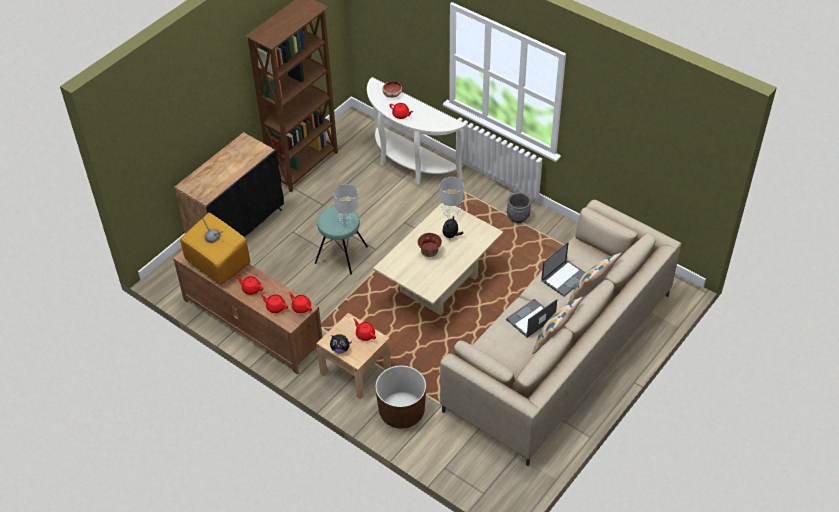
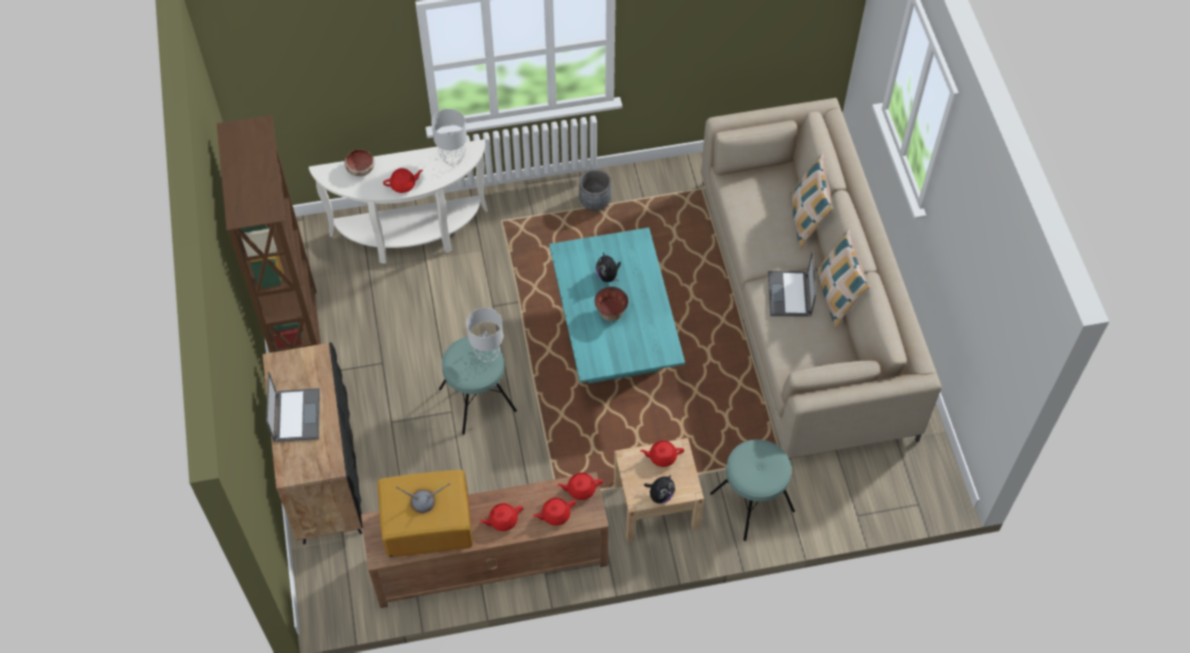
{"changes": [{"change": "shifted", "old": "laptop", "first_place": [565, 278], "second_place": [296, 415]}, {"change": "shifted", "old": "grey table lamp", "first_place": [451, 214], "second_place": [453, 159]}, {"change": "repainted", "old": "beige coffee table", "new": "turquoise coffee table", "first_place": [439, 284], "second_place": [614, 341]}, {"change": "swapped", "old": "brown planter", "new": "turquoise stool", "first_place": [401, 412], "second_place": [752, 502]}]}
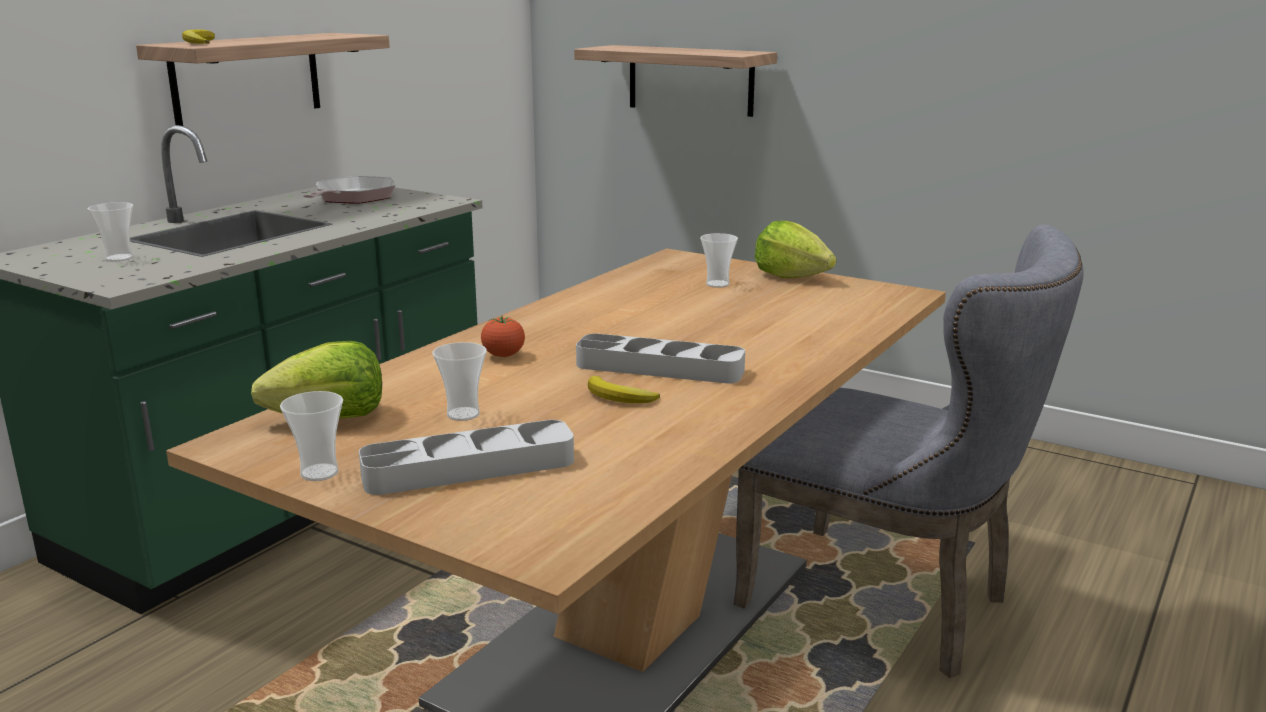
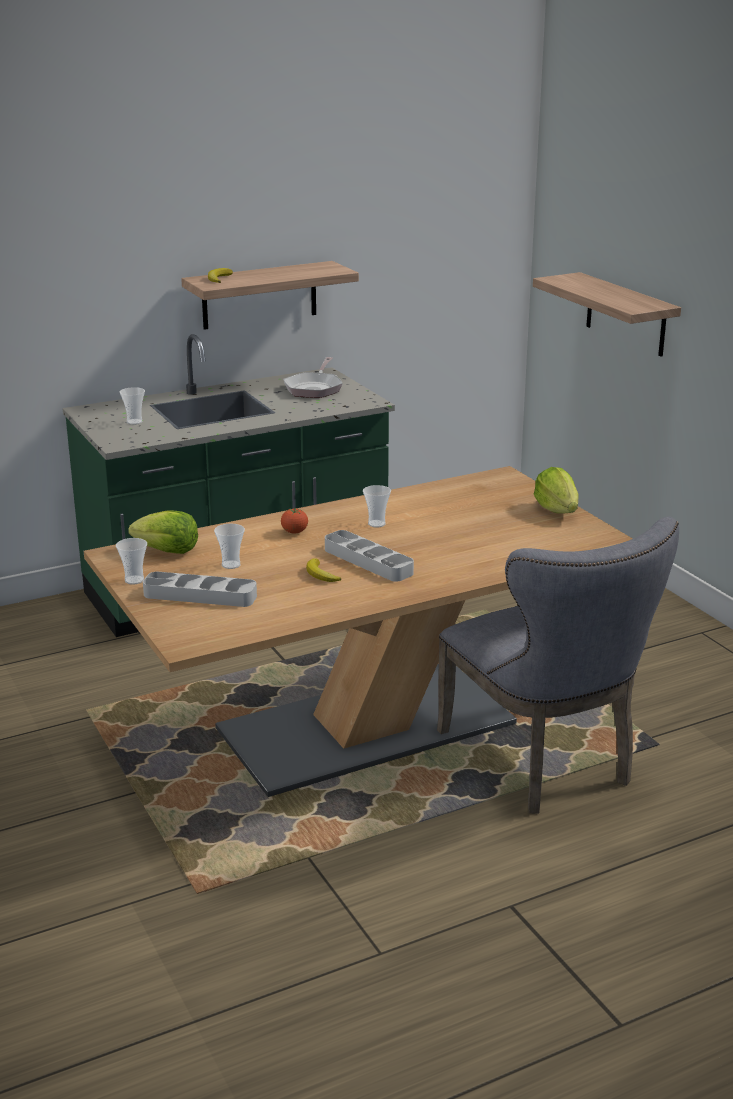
{"changes": [{"change": "rotated", "old": "frying pan", "first_place": [352, 198], "second_place": [314, 388], "degrees": 150}, {"change": "shifted", "old": "cup", "first_place": [717, 284], "second_place": [376, 524]}]}
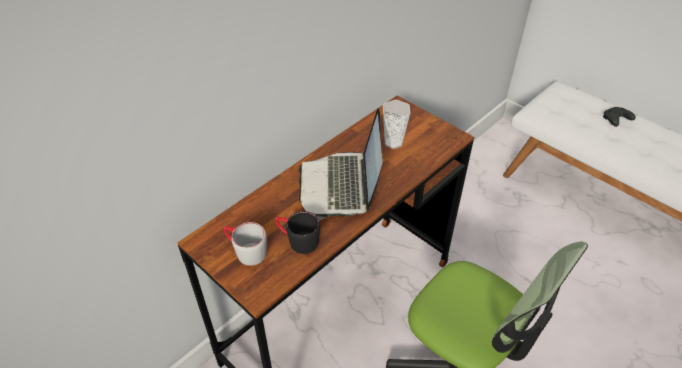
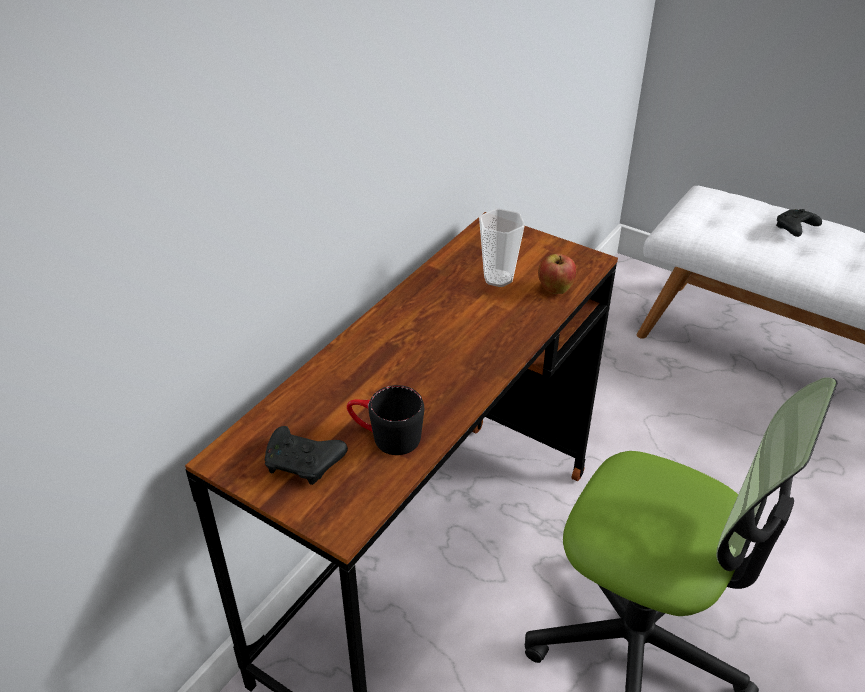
{"changes": [{"change": "swapped", "old": "grey mug", "new": "black game controller", "first_place": [245, 251], "second_place": [304, 464]}, {"change": "new", "new": "apple", "second_place": [555, 290]}, {"change": "gone", "old": "laptop", "first_place": [341, 186]}]}
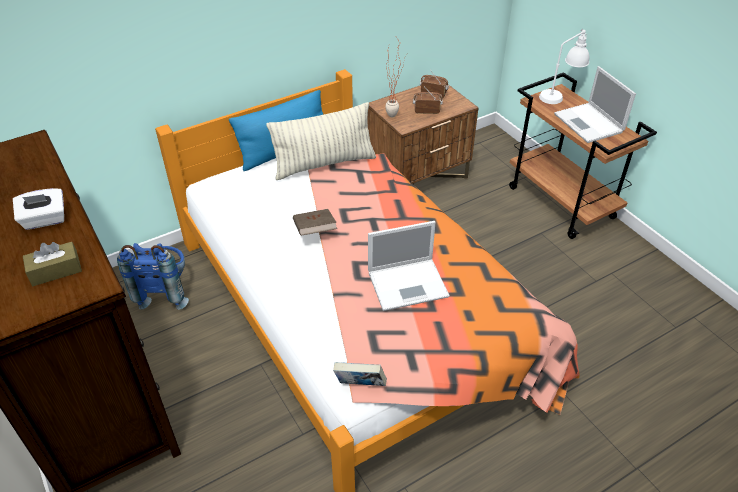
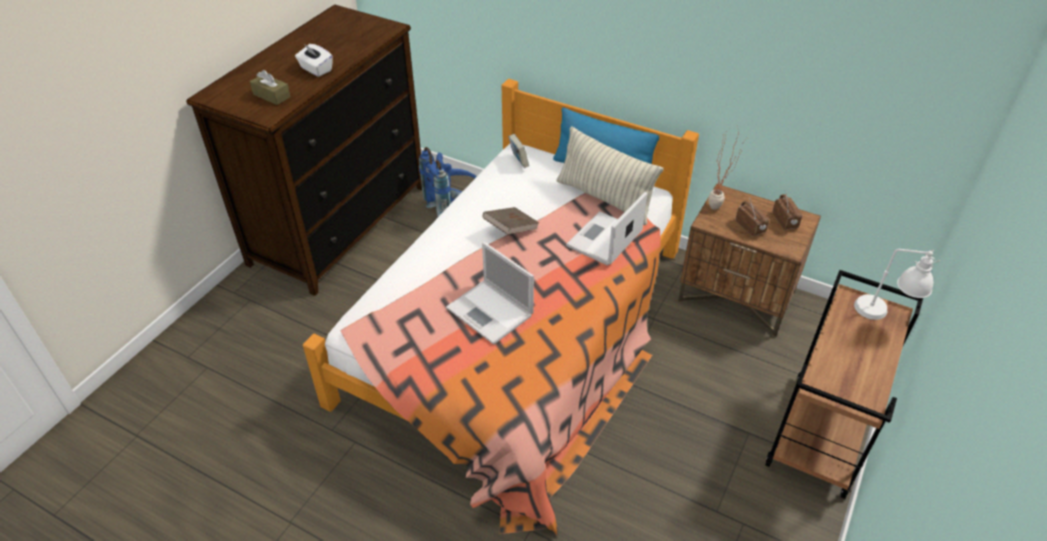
{"changes": [{"change": "shifted", "old": "book", "first_place": [360, 385], "second_place": [518, 162]}, {"change": "shifted", "old": "laptop", "first_place": [589, 124], "second_place": [604, 240]}]}
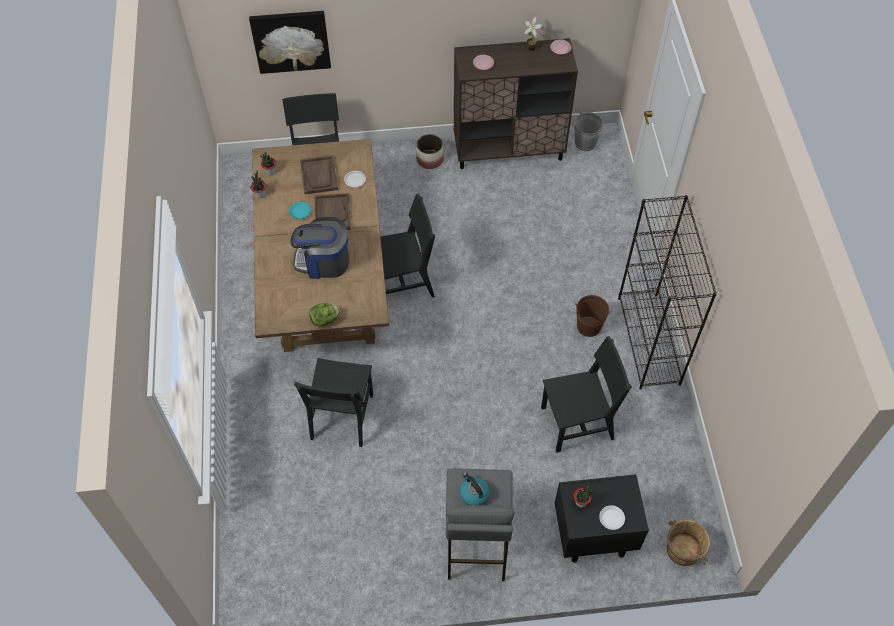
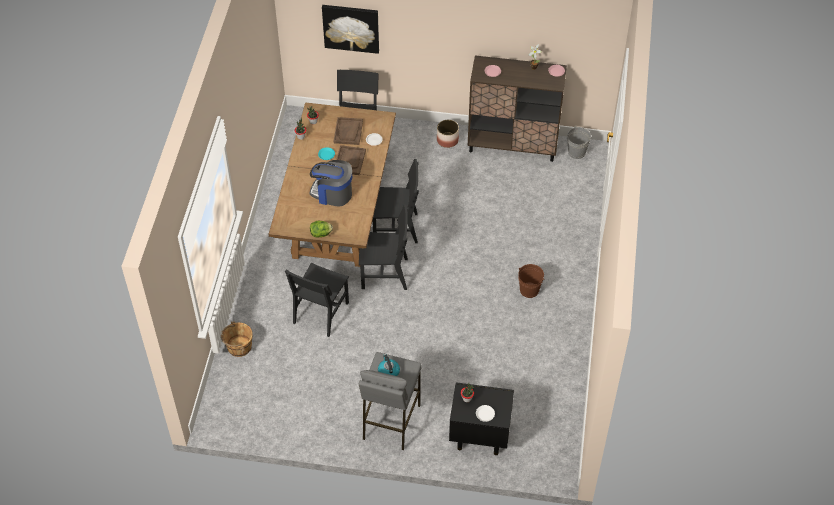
{"changes": [{"change": "shifted", "old": "brown bucket", "first_place": [682, 550], "second_place": [238, 347]}, {"change": "shifted", "old": "black chair", "first_place": [577, 423], "second_place": [384, 274]}, {"change": "gone", "old": "black bookcase", "first_place": [649, 341]}]}
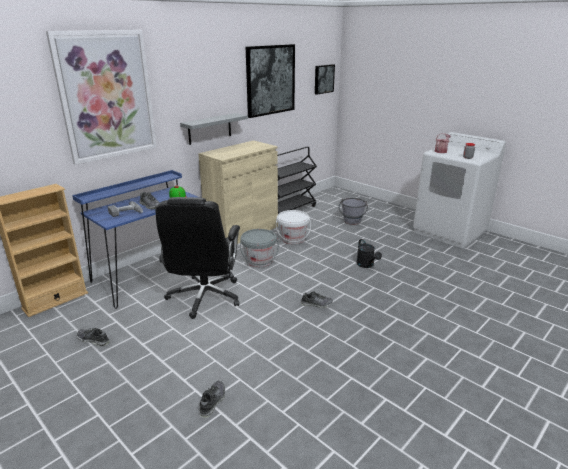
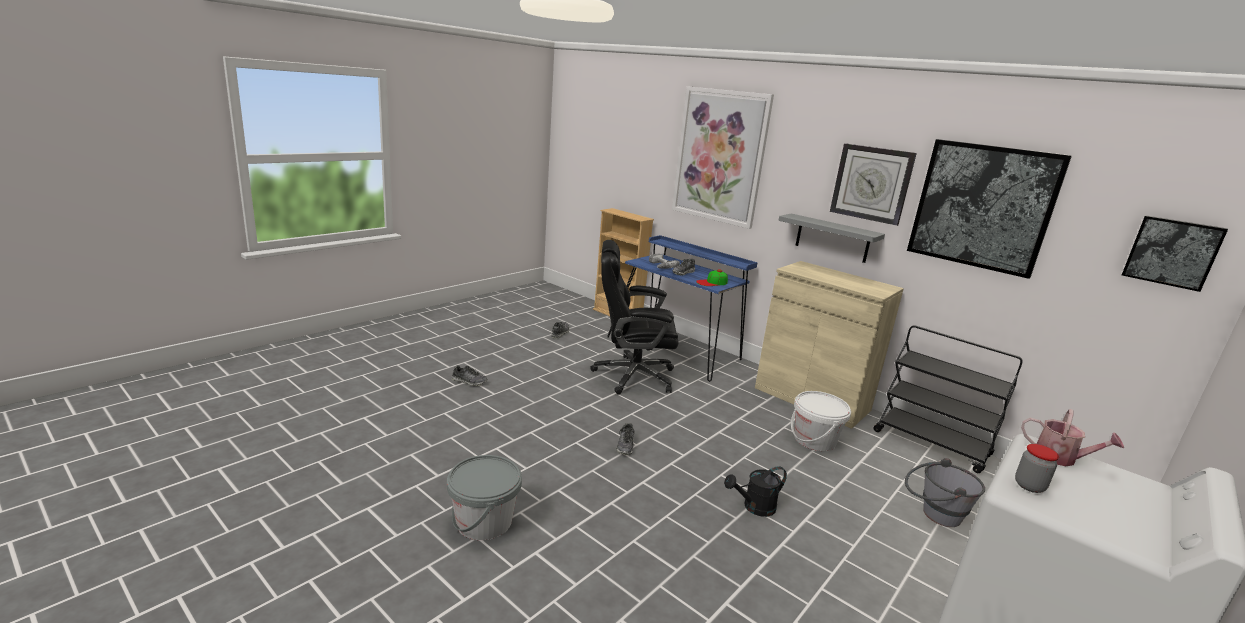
{"changes": [{"change": "shifted", "old": "grey bucket", "first_place": [259, 260], "second_place": [484, 521]}, {"change": "new", "new": "wall clock", "second_place": [871, 183]}]}
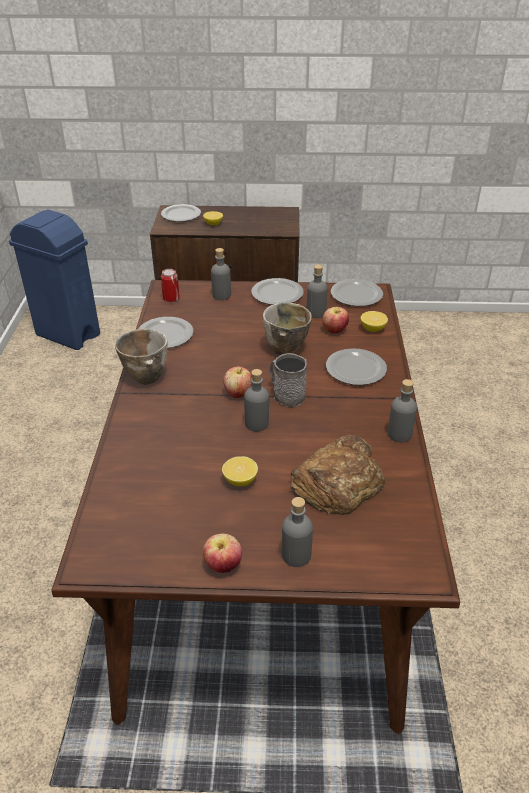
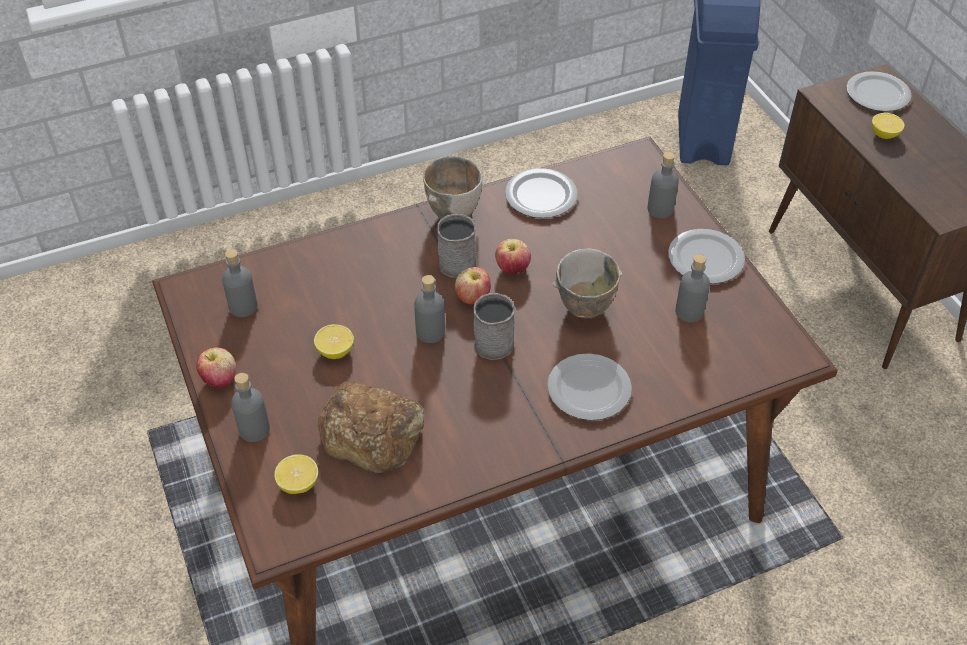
{"changes": [{"change": "shifted", "old": "grey bottle", "first_place": [399, 434], "second_place": [243, 306]}, {"change": "shifted", "old": "lemon", "first_place": [373, 329], "second_place": [298, 483]}, {"change": "new", "new": "grey mug", "second_place": [460, 260]}, {"change": "shifted", "old": "apple", "first_place": [334, 330], "second_place": [512, 269]}, {"change": "gone", "old": "can", "first_place": [171, 299]}, {"change": "gone", "old": "plate", "first_place": [357, 295]}]}
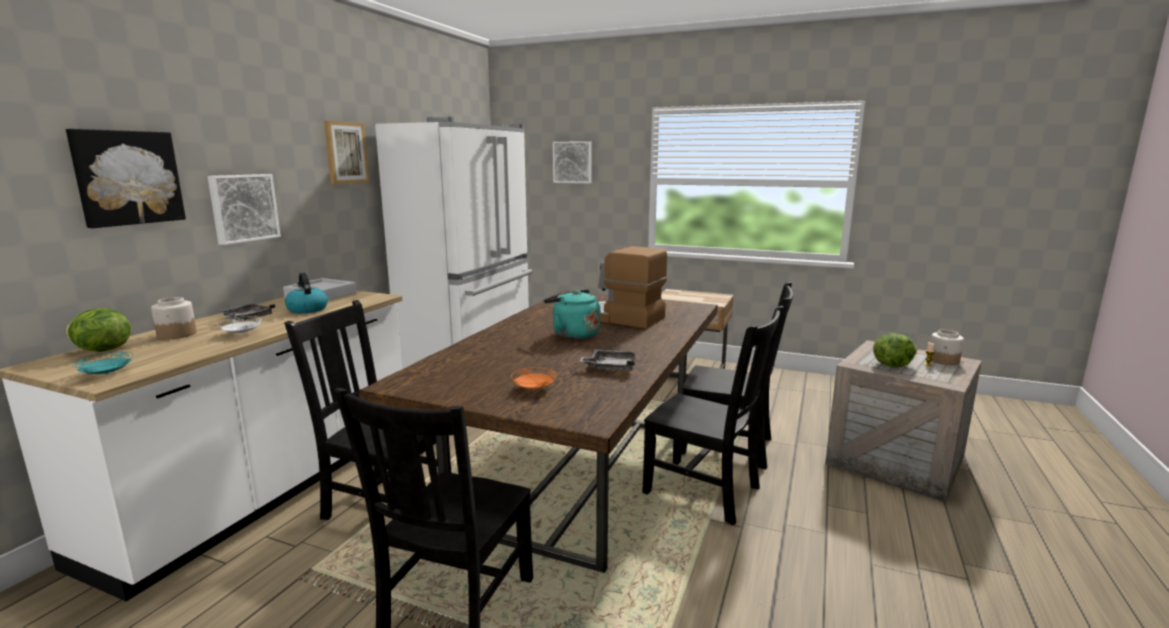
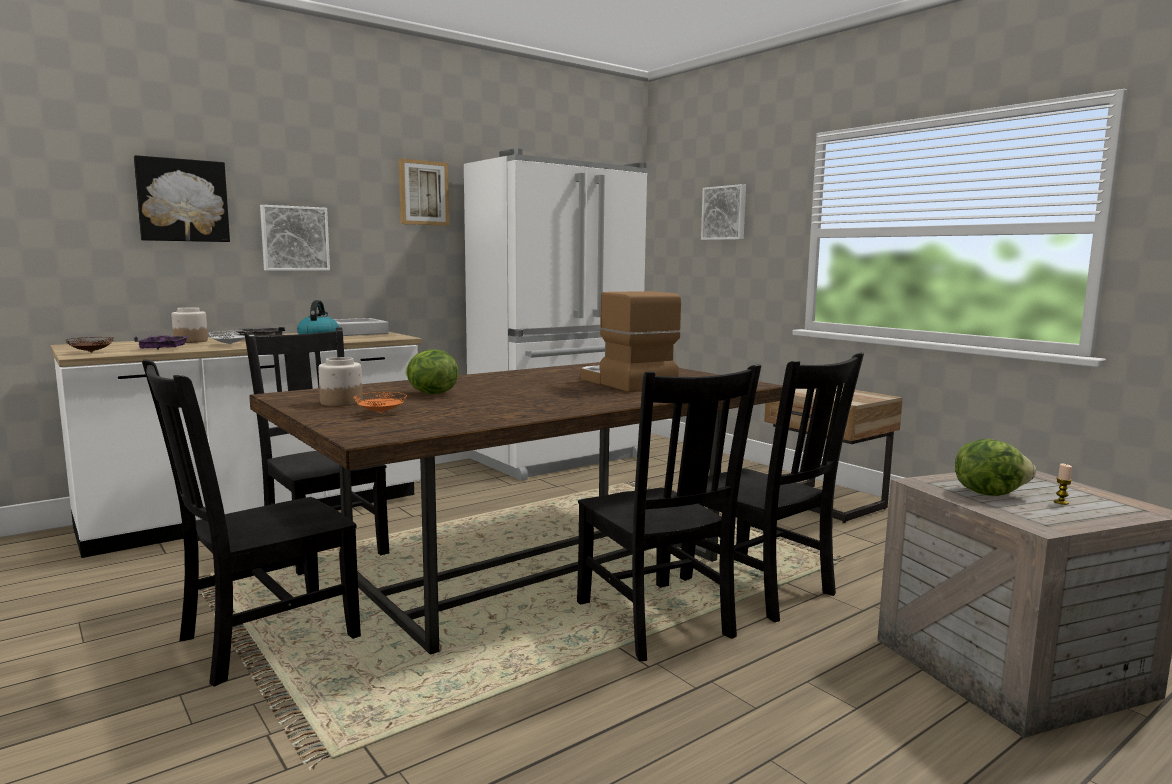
{"changes": [{"change": "repainted", "old": "turquoise plate", "new": "brown plate", "first_place": [107, 374], "second_place": [91, 352]}, {"change": "new", "new": "purple tray", "second_place": [164, 348]}, {"change": "shifted", "old": "jar", "first_place": [943, 360], "second_place": [341, 402]}, {"change": "shifted", "old": "lettuce", "first_place": [102, 351], "second_place": [431, 394]}, {"change": "gone", "old": "turquoise kettle", "first_place": [573, 334]}, {"change": "gone", "old": "grey tray", "first_place": [610, 367]}]}
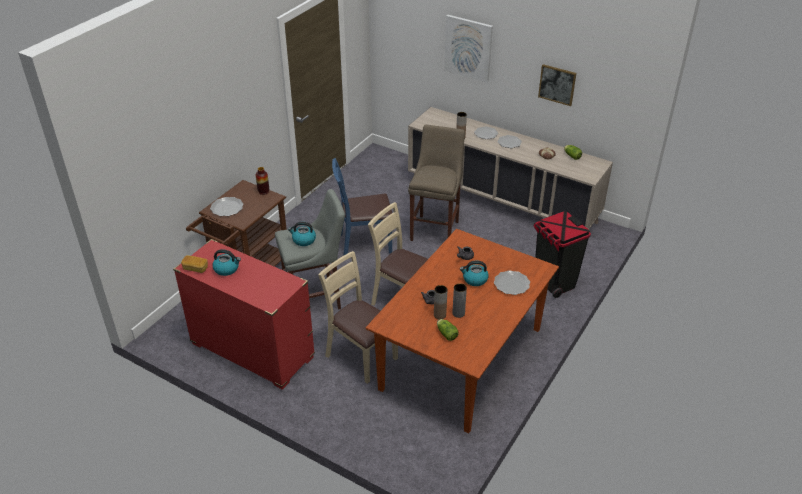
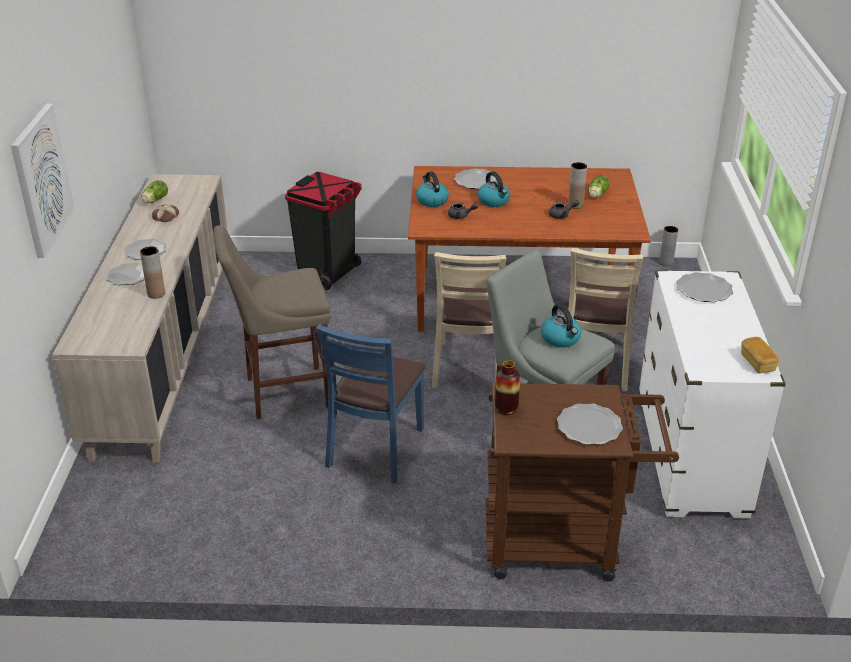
{"changes": [{"change": "rotated", "old": "blue chair", "first_place": [364, 244], "second_place": [376, 448], "degrees": 60}, {"change": "shifted", "old": "kettle", "first_place": [227, 269], "second_place": [431, 200]}, {"change": "repainted", "old": "red dresser", "new": "white dresser", "first_place": [252, 351], "second_place": [691, 455]}, {"change": "shifted", "old": "grey vase", "first_place": [458, 313], "second_place": [666, 263]}, {"change": "new", "new": "plate", "second_place": [704, 290]}, {"change": "gone", "old": "picture", "first_place": [557, 84]}]}
